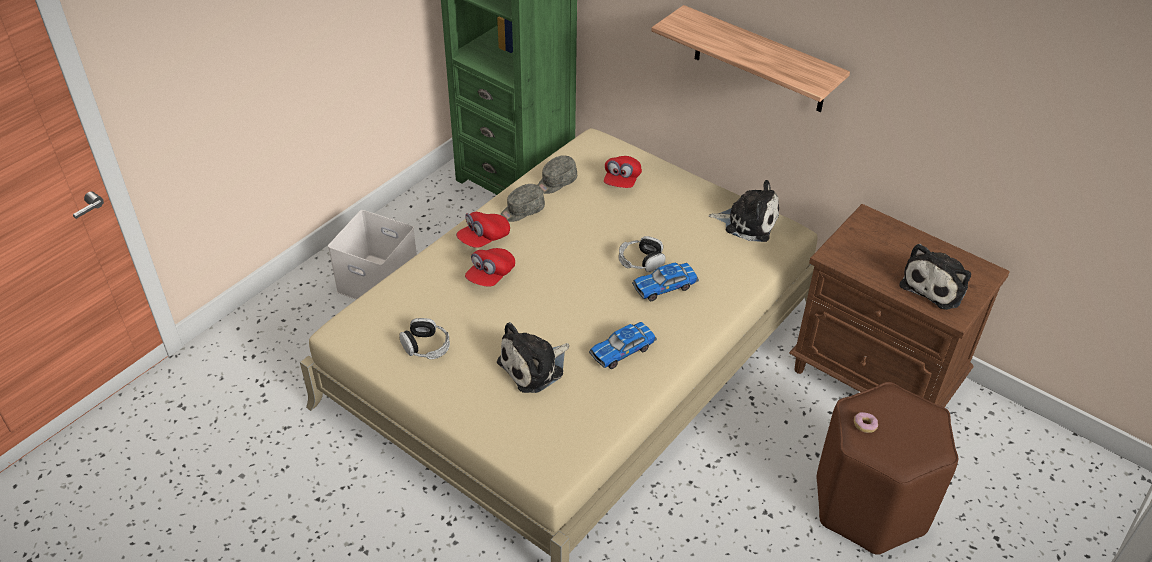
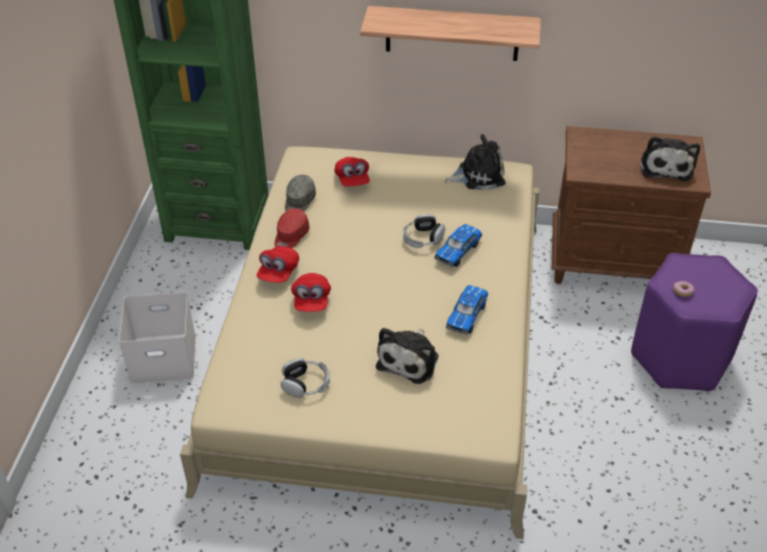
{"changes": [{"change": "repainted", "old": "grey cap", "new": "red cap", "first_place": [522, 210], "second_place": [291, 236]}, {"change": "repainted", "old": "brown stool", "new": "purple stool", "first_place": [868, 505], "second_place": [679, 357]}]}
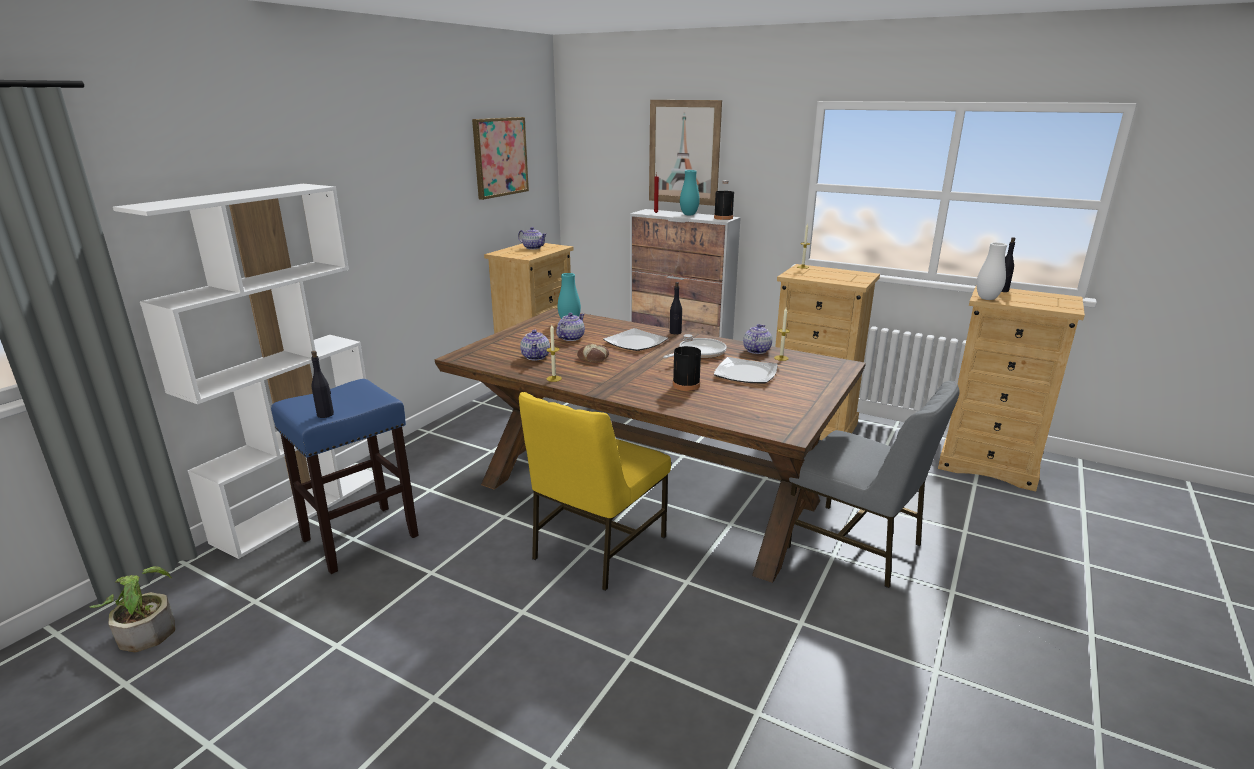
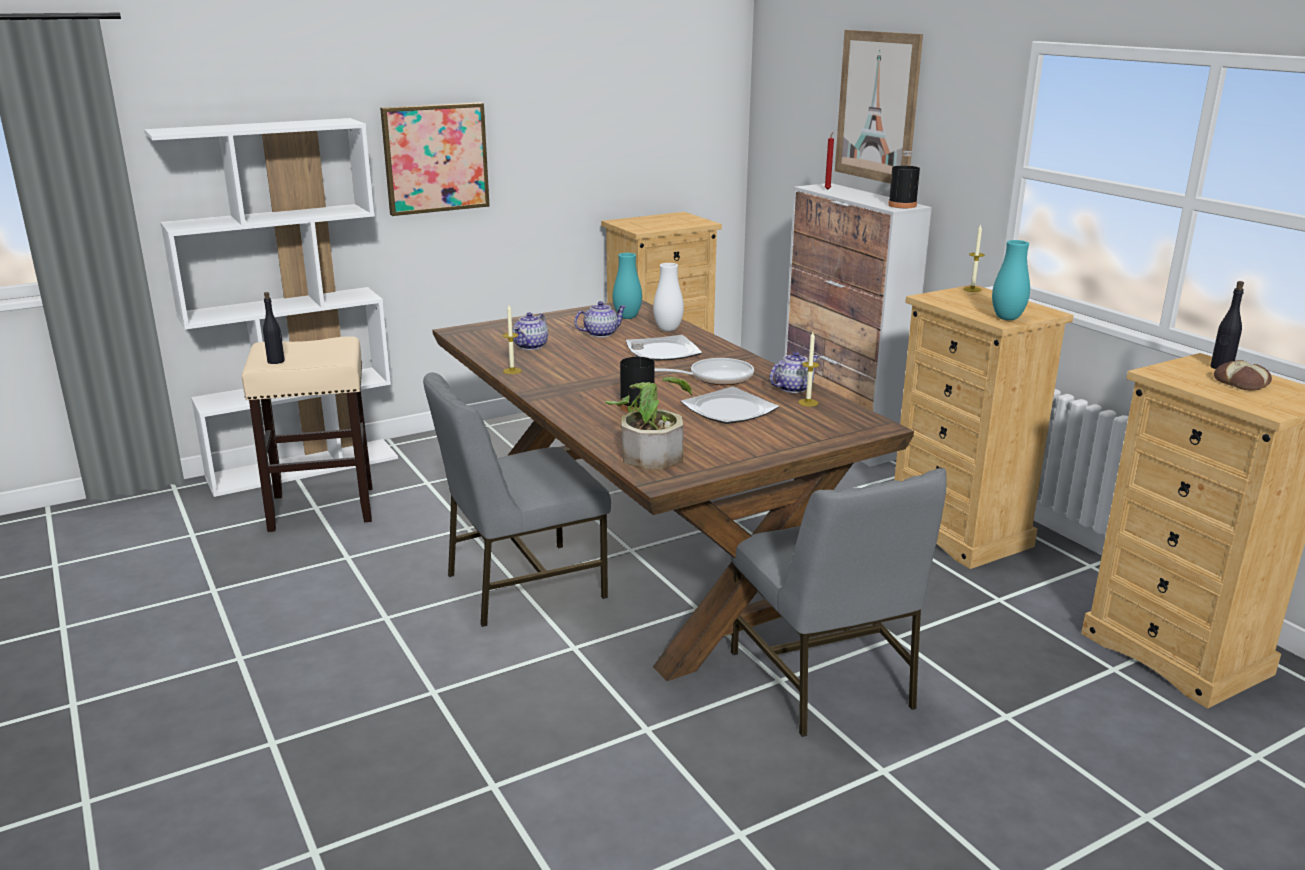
{"changes": [{"change": "repainted", "old": "blue stool", "new": "beige stool", "first_place": [361, 537], "second_place": [323, 508]}, {"change": "shifted", "old": "picture", "first_place": [500, 157], "second_place": [435, 158]}, {"change": "repainted", "old": "yellow chair", "new": "grey chair", "first_place": [596, 547], "second_place": [522, 585]}, {"change": "shifted", "old": "potted plant", "first_place": [146, 629], "second_place": [650, 453]}, {"change": "shifted", "old": "white vase", "first_place": [987, 298], "second_place": [668, 329]}, {"change": "shifted", "old": "turquoise vase", "first_place": [689, 215], "second_place": [1007, 318]}, {"change": "shifted", "old": "bread", "first_place": [593, 357], "second_place": [1242, 382]}, {"change": "gone", "old": "teapot", "first_place": [533, 248]}, {"change": "gone", "old": "black bottle", "first_place": [675, 332]}]}
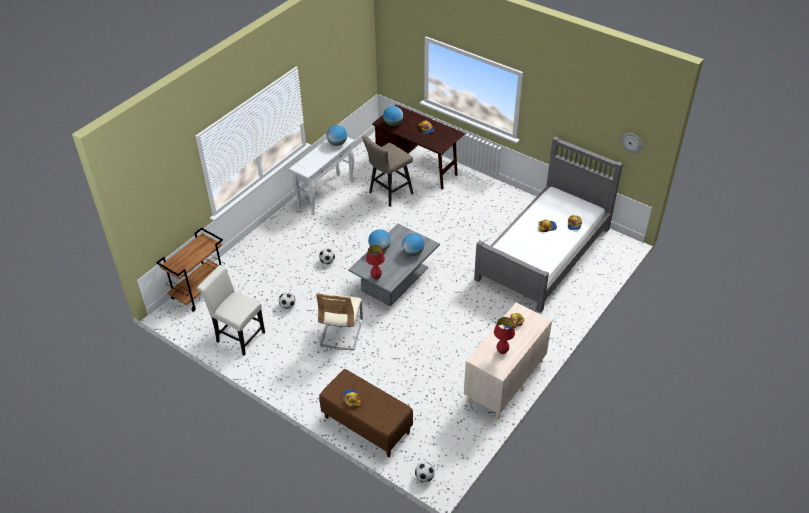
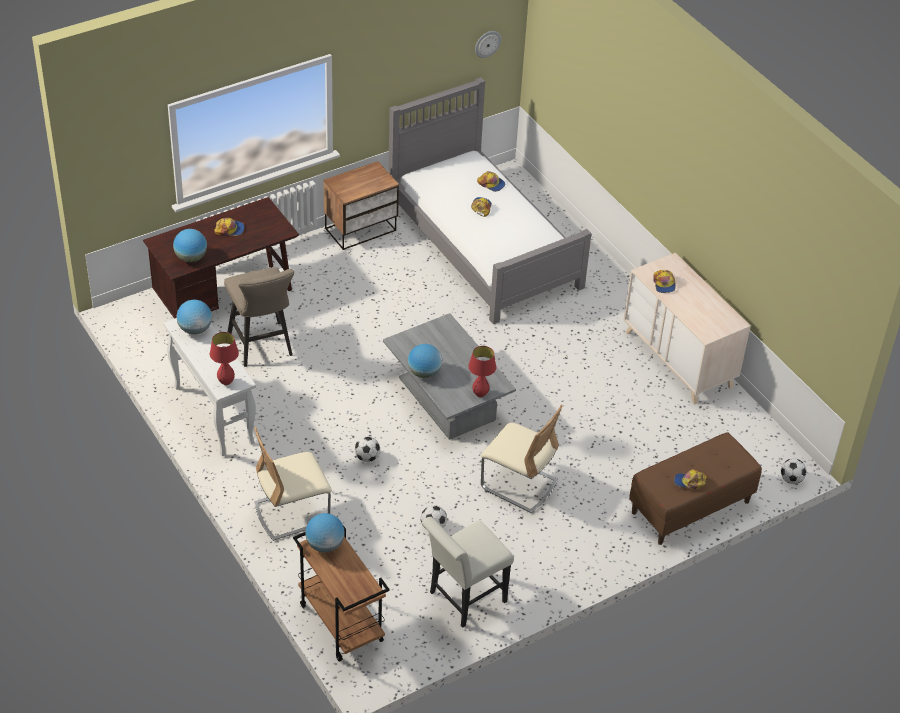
{"changes": [{"change": "shifted", "old": "red table lamp", "first_place": [502, 351], "second_place": [226, 382]}, {"change": "new", "new": "beige chair", "second_place": [292, 513]}, {"change": "shifted", "old": "globe", "first_place": [413, 252], "second_place": [325, 545]}, {"change": "new", "new": "nightstand", "second_place": [361, 230]}]}
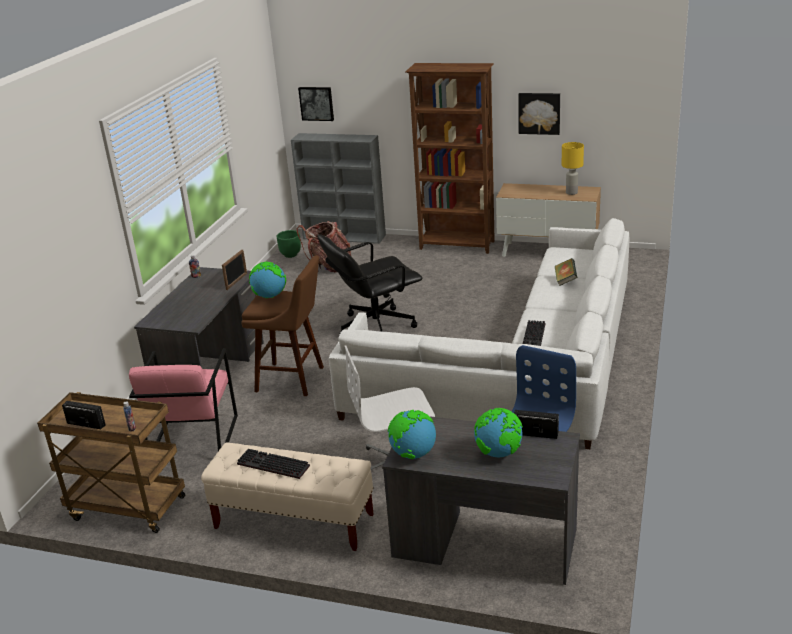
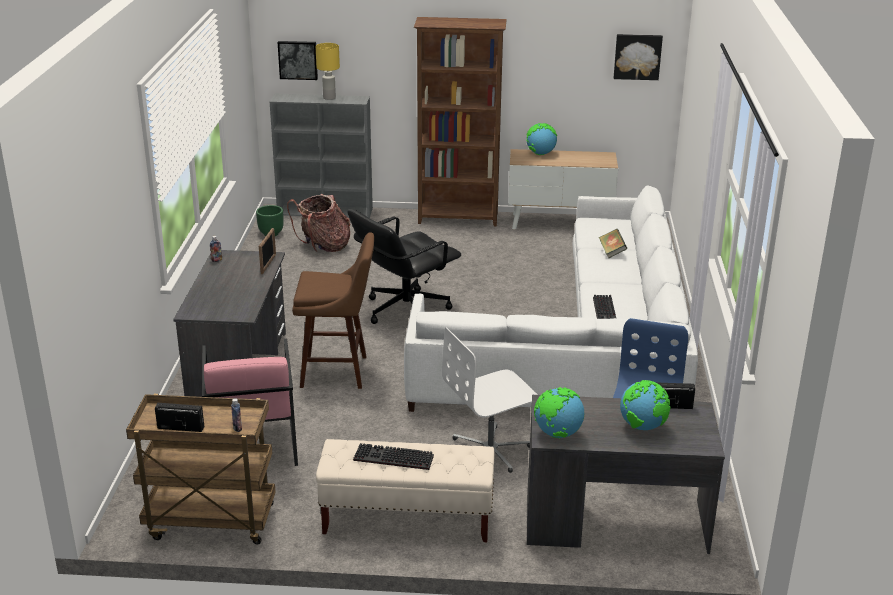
{"changes": [{"change": "shifted", "old": "yellow table lamp", "first_place": [571, 193], "second_place": [329, 98]}, {"change": "shifted", "old": "globe", "first_place": [269, 296], "second_place": [540, 154]}, {"change": "shifted", "old": "picture", "first_place": [539, 113], "second_place": [637, 56]}]}
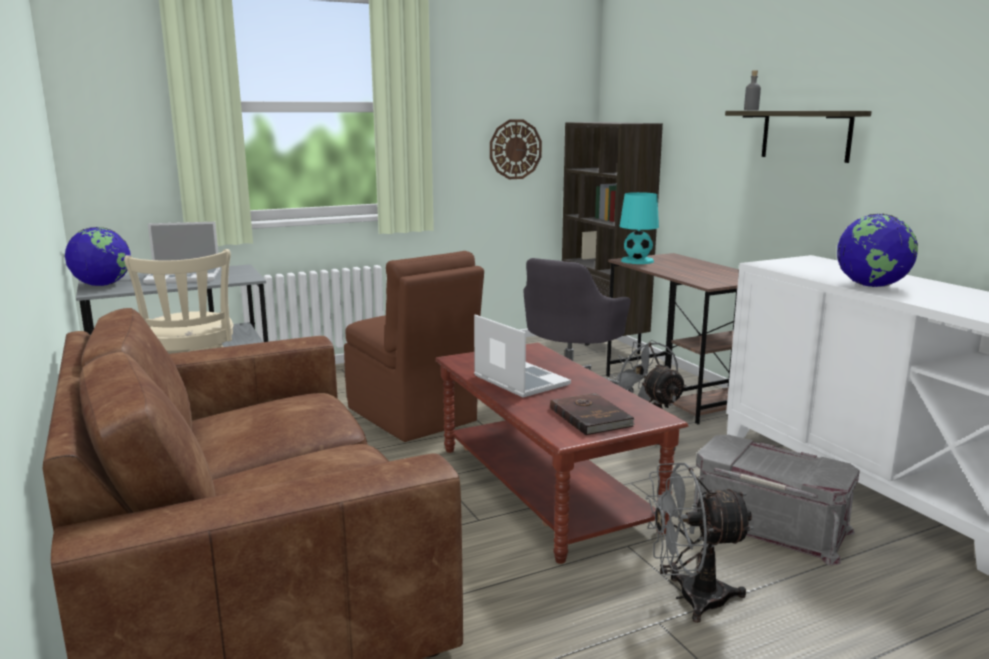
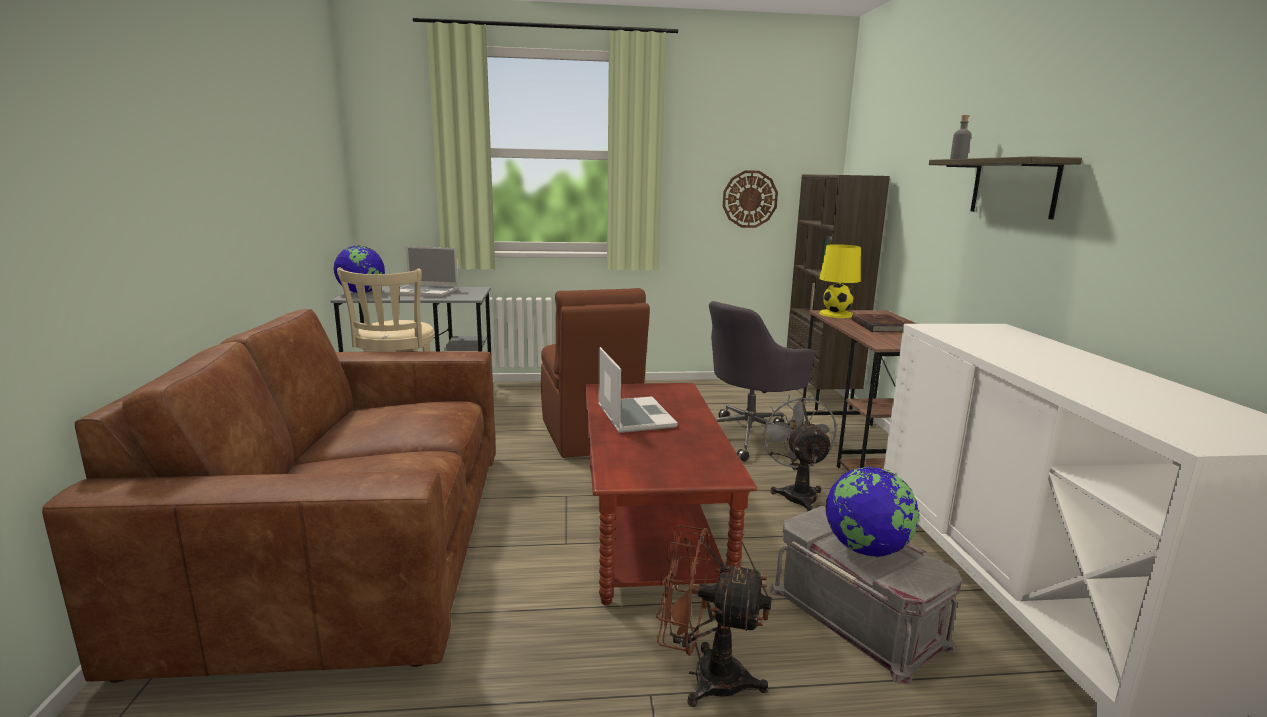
{"changes": [{"change": "repainted", "old": "grey fan", "new": "brown fan", "first_place": [690, 598], "second_place": [704, 677]}, {"change": "repainted", "old": "turquoise table lamp", "new": "yellow table lamp", "first_place": [637, 261], "second_place": [835, 314]}, {"change": "shifted", "old": "globe", "first_place": [871, 286], "second_place": [866, 549]}, {"change": "shifted", "old": "brown book", "first_place": [591, 417], "second_place": [880, 326]}]}
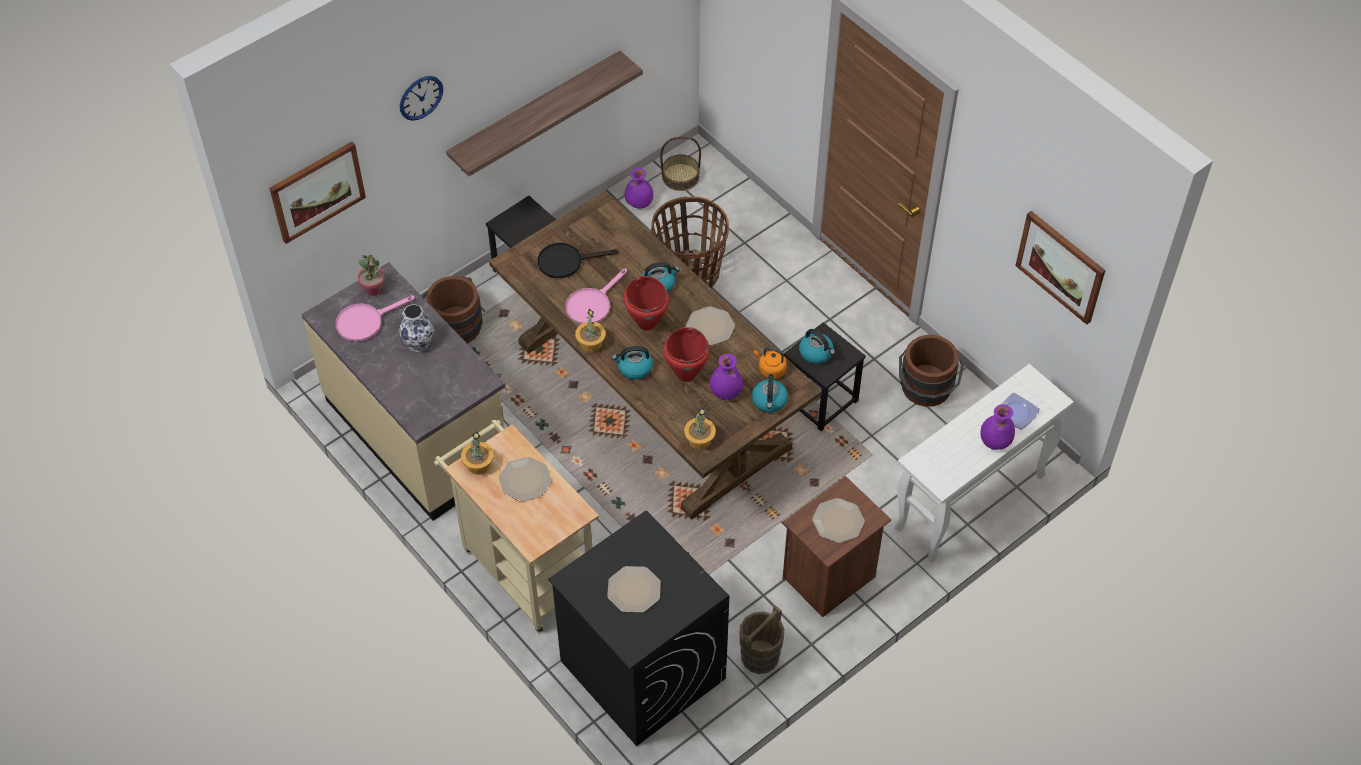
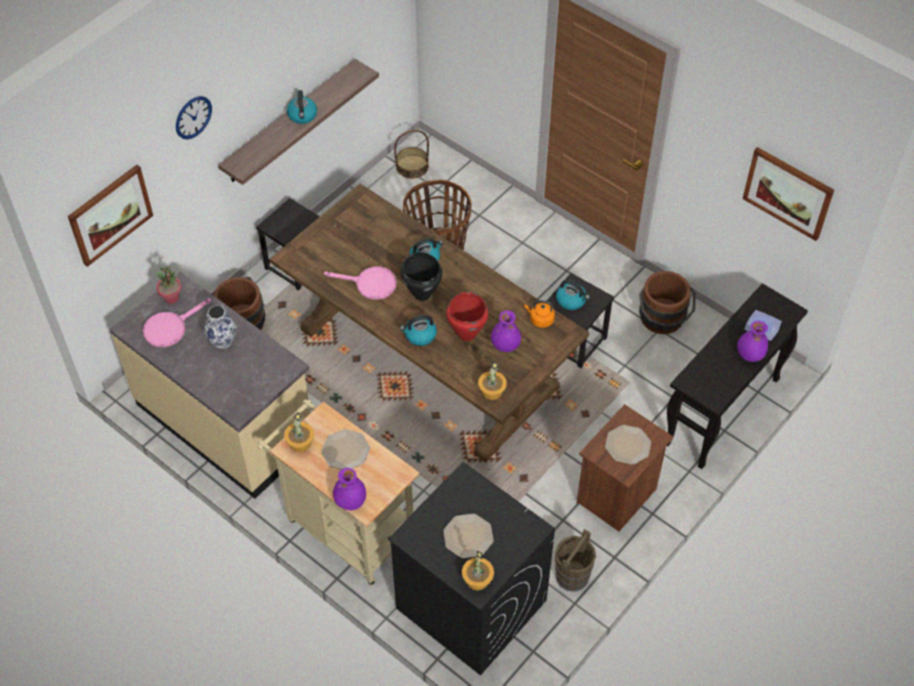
{"changes": [{"change": "shifted", "old": "kettle", "first_place": [769, 401], "second_place": [302, 115]}, {"change": "rotated", "old": "pink frying pan", "first_place": [592, 304], "second_place": [370, 284], "degrees": -105}, {"change": "shifted", "old": "purple vase", "first_place": [639, 202], "second_place": [350, 500]}, {"change": "repainted", "old": "red cooking pot", "new": "black cooking pot", "first_place": [647, 323], "second_place": [422, 294]}, {"change": "shifted", "old": "potted plant", "first_place": [590, 343], "second_place": [477, 579]}, {"change": "repainted", "old": "white console table", "new": "black console table", "first_place": [969, 504], "second_place": [721, 412]}, {"change": "gone", "old": "black frying pan", "first_place": [566, 261]}, {"change": "gone", "old": "plate", "first_place": [709, 327]}]}
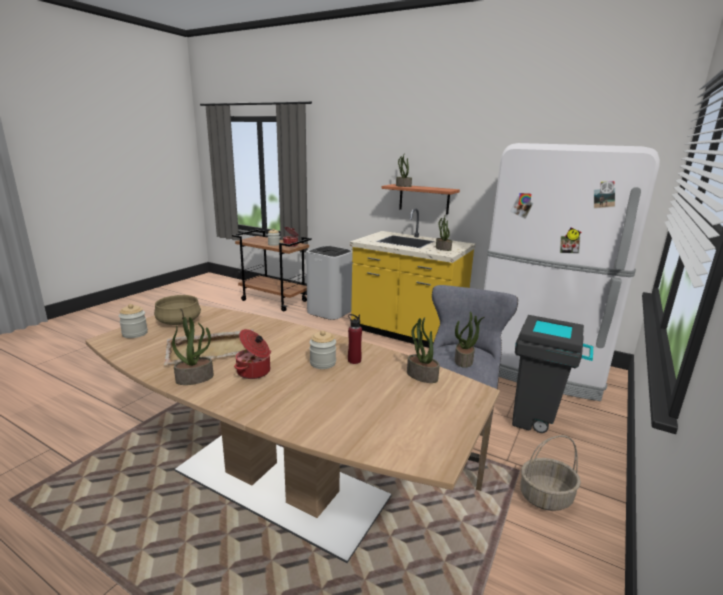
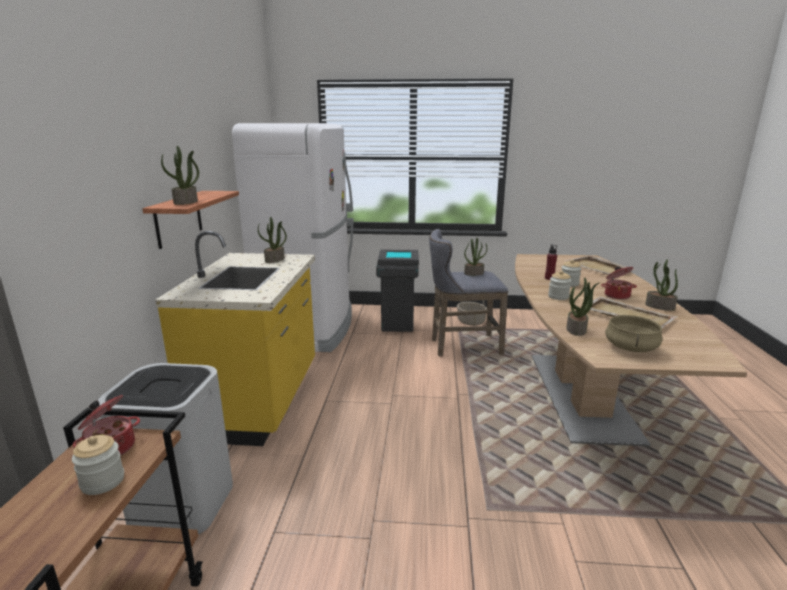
{"changes": [{"change": "shifted", "old": "jar", "first_place": [135, 333], "second_place": [558, 297]}, {"change": "new", "new": "beige tray", "second_place": [598, 268]}, {"change": "shifted", "old": "potted plant", "first_place": [421, 376], "second_place": [576, 330]}]}
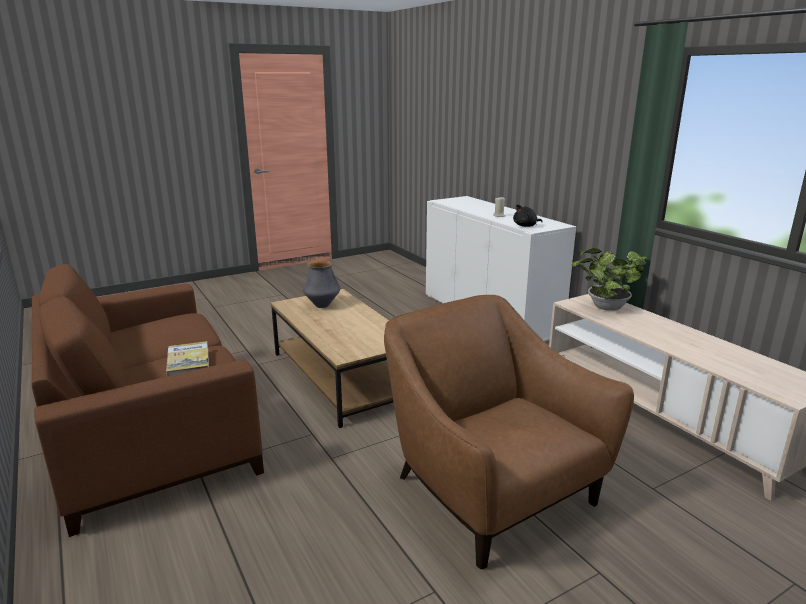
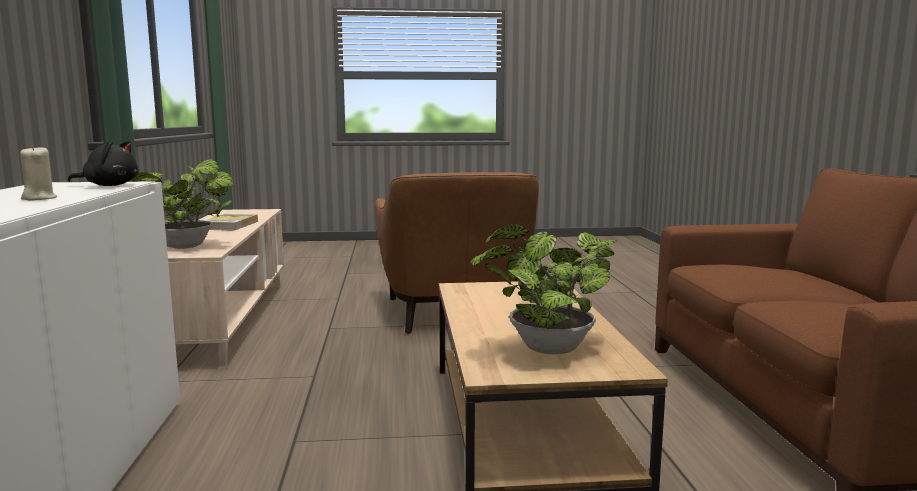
{"changes": [{"change": "shifted", "old": "book", "first_place": [188, 362], "second_place": [229, 225]}, {"change": "swapped", "old": "vase", "new": "potted plant", "first_place": [322, 305], "second_place": [545, 349]}]}
